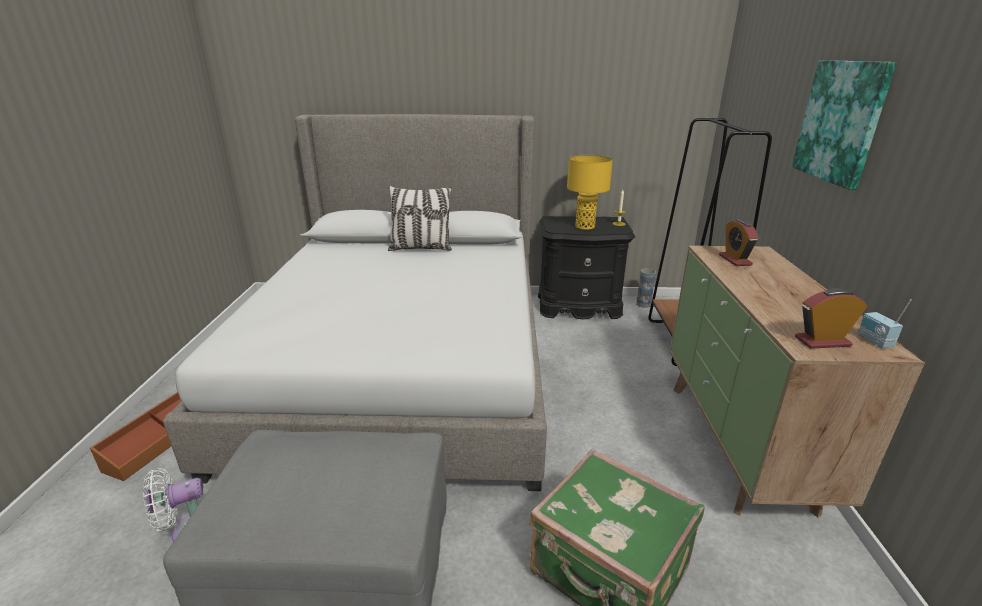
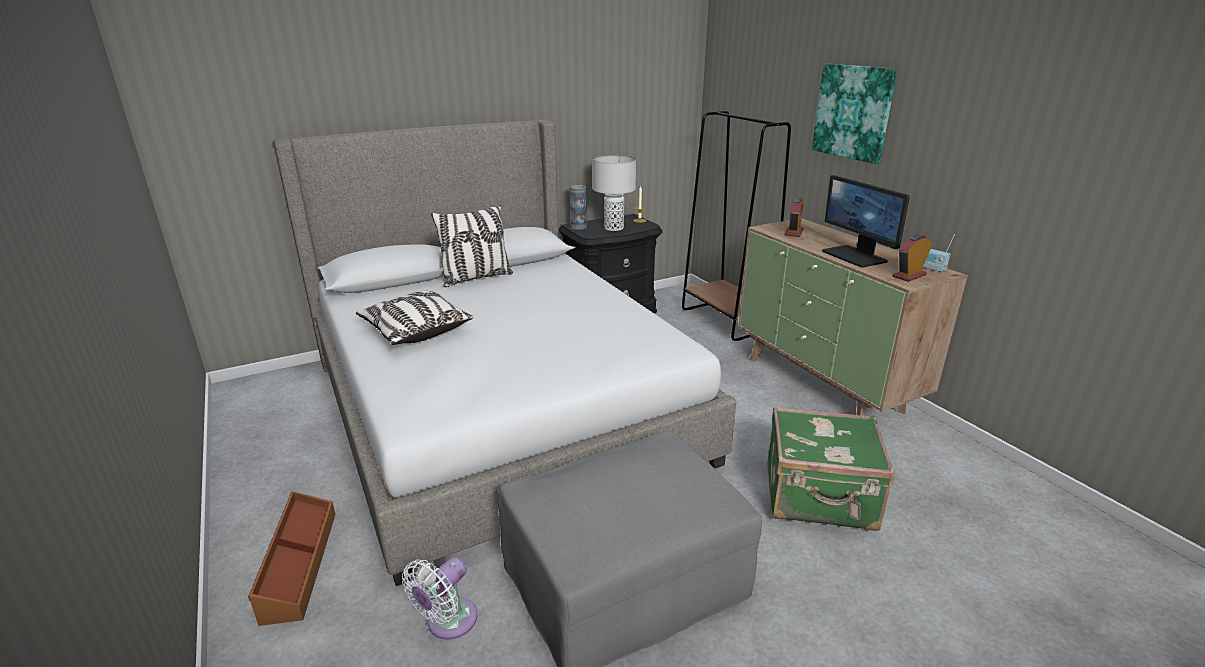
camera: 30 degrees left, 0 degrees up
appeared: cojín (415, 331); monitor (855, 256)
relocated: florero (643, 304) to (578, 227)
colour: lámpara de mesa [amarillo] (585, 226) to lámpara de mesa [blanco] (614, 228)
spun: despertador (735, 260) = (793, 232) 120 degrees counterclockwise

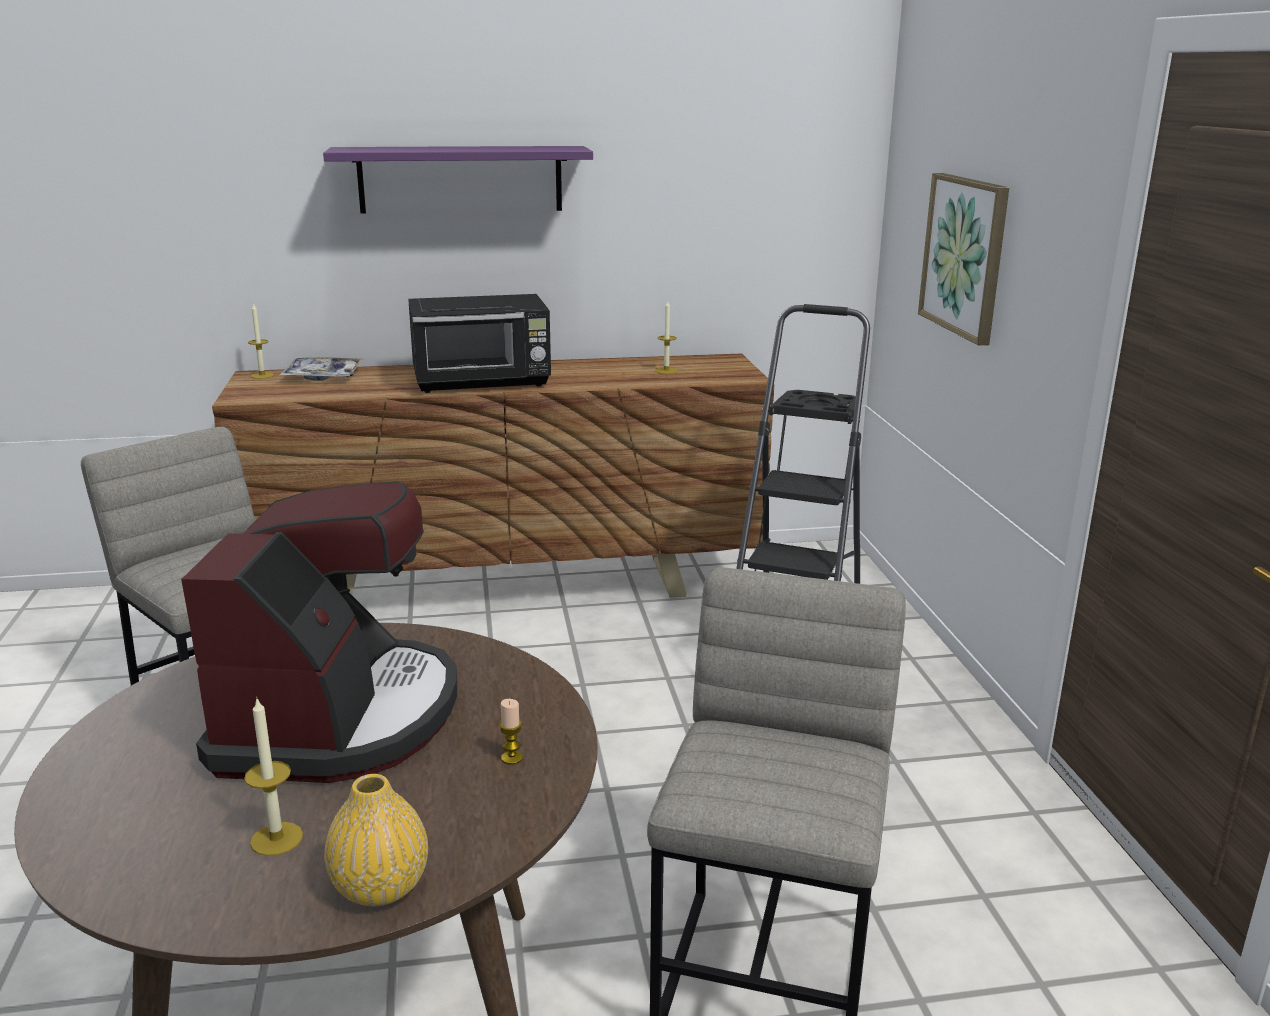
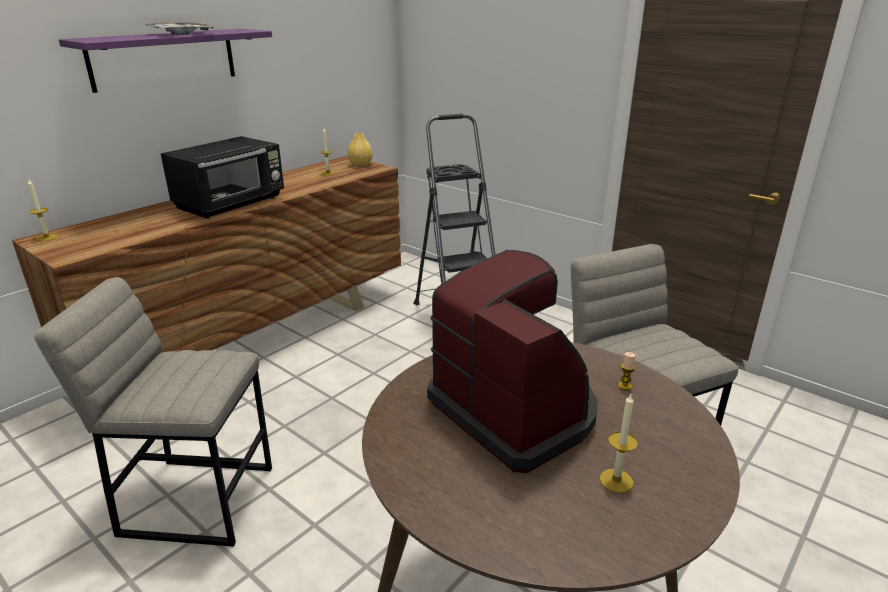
camera: 40 degrees left, 5 degrees up
missing: cuadro (965, 255)
relocated: bandeja (323, 376) to (182, 34); florero [amarillo] (380, 887) to (360, 165)

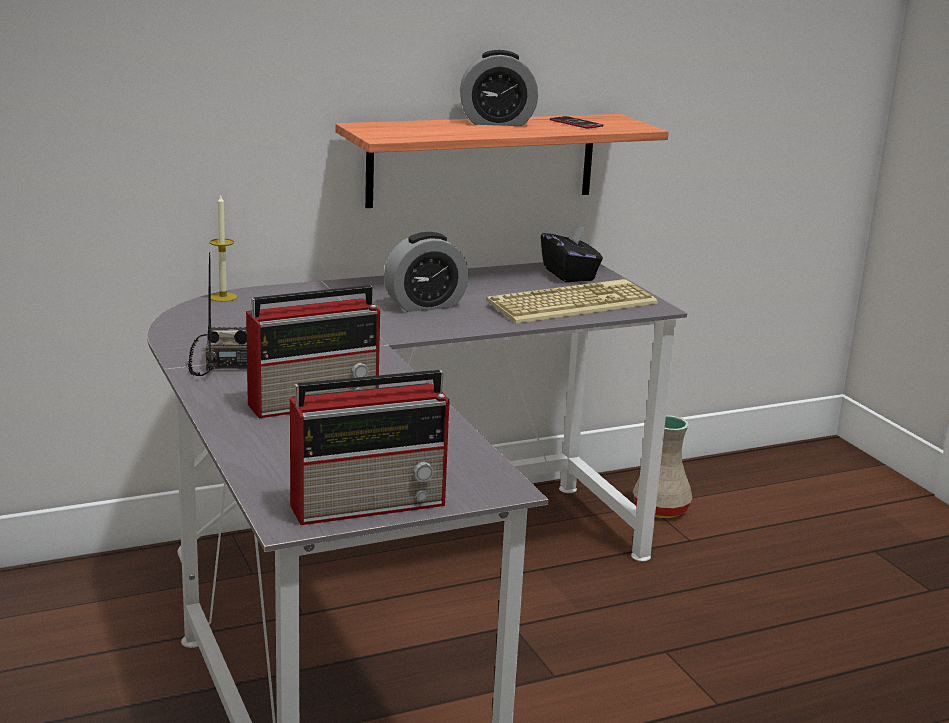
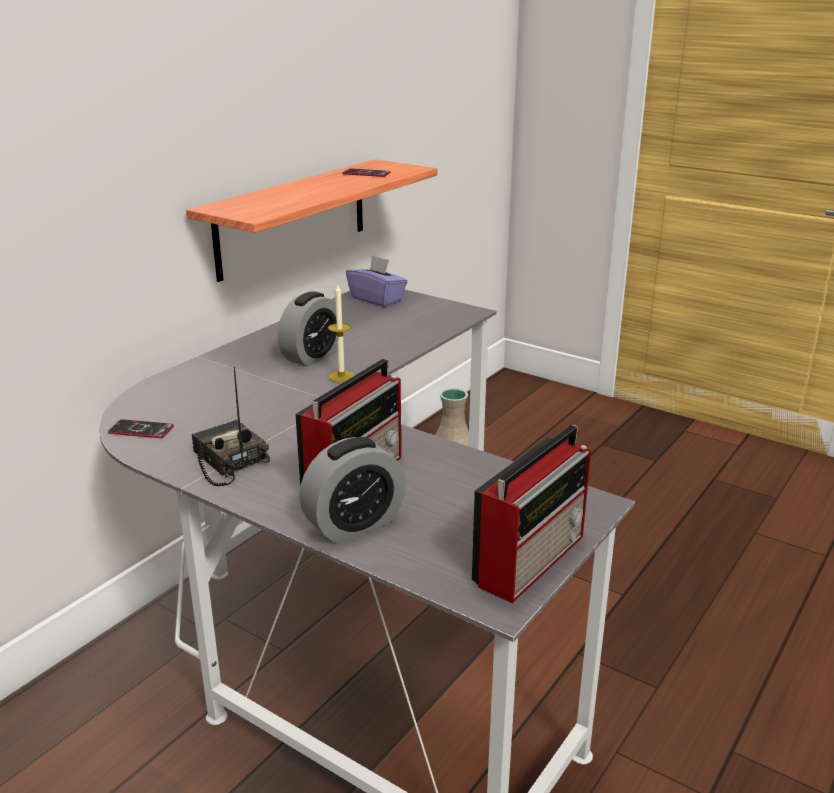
camera: 30 degrees left, 5 degrees up
missing: teclado (572, 303)
appeared: móvil (141, 430)
relocated: despertador (497, 123) to (354, 524); vela (223, 297) to (341, 376)
colour: caja de pañuelos [negro] (569, 274) to caja de pañuelos [morado] (377, 299)

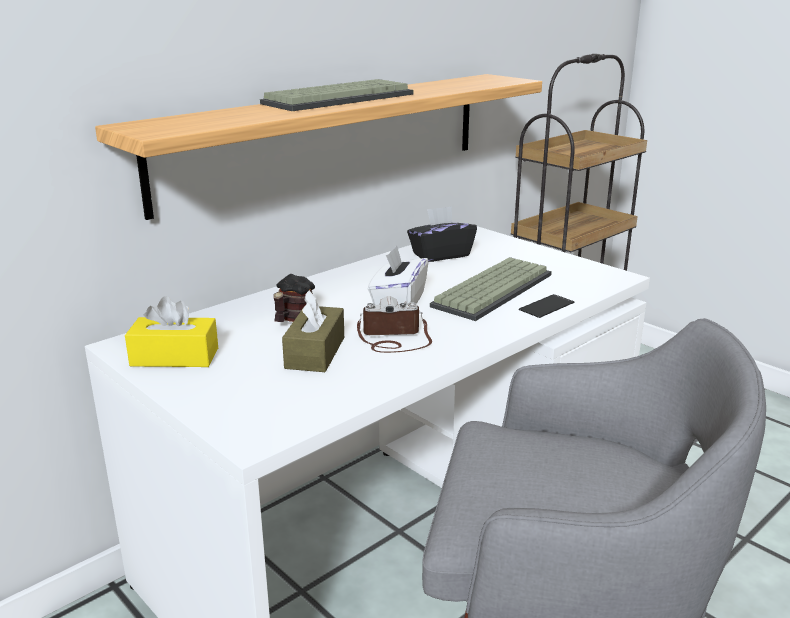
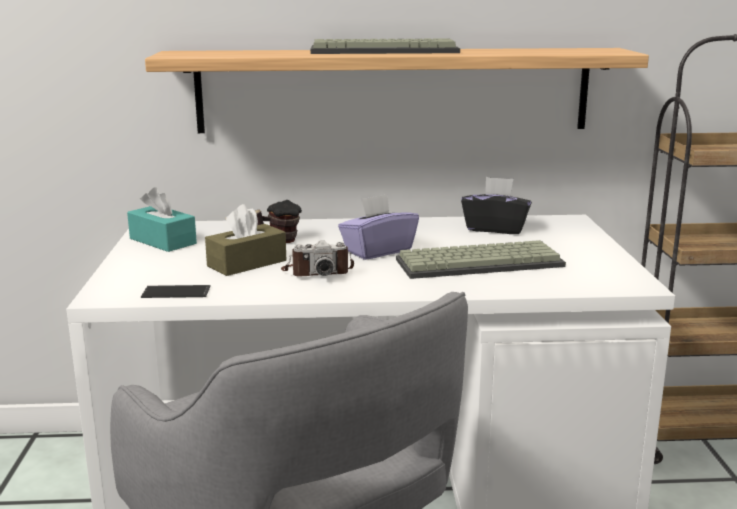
camera: 40 degrees right, 5 degrees down
relocated: móvil (546, 306) to (176, 292)
colour: caja de pañuelos [amarillo] (174, 357) to caja de pañuelos [turquesa] (163, 241); caja de pañuelos [blanco] (398, 303) to caja de pañuelos [morado] (378, 251)
spun: cámara (394, 340) = (317, 272) 135 degrees clockwise

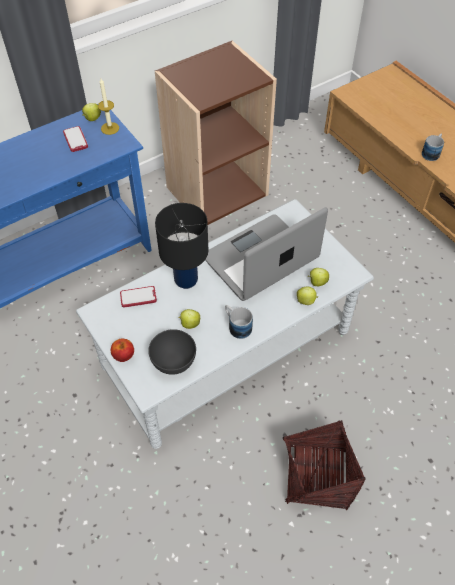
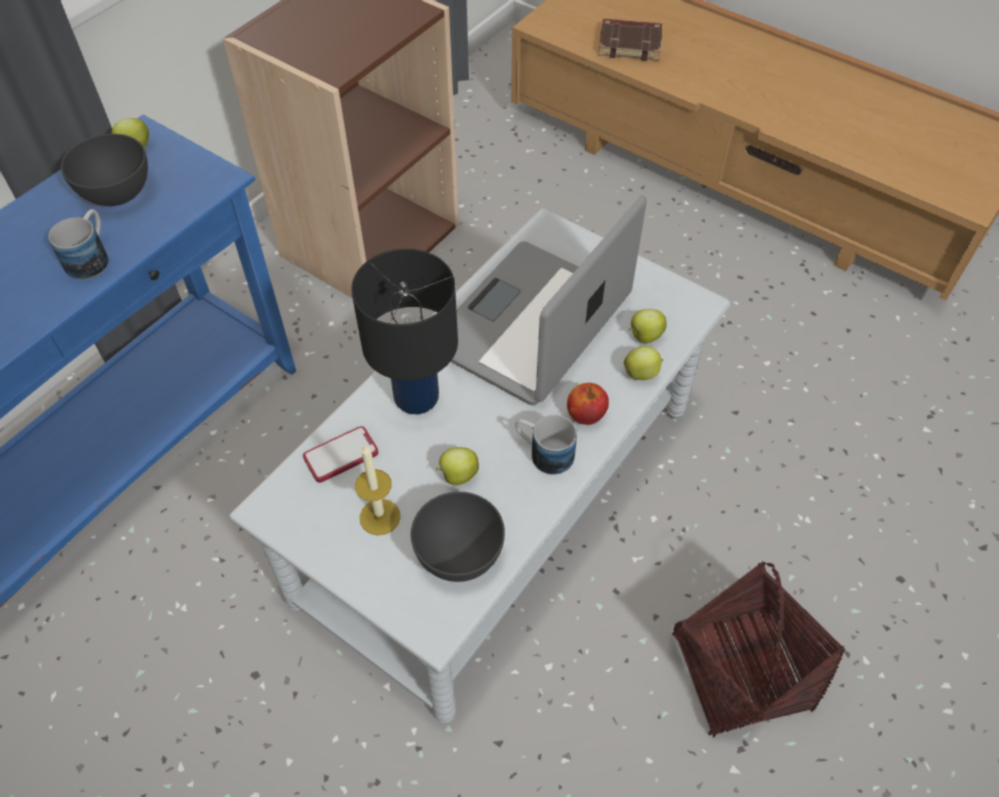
camera: 20 degrees left, 0 degrees up
appeared: libro [marrón] (630, 44)
relocated: taza grande (432, 152) to (92, 257); vela (110, 128) to (380, 517); manzana (123, 356) to (585, 415)
exchanged: móvil (75, 140) to cuenco [gris] (117, 194)

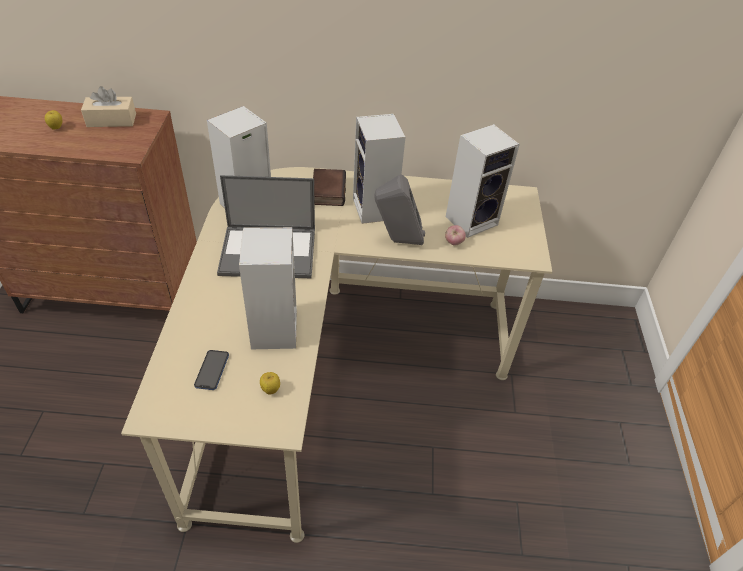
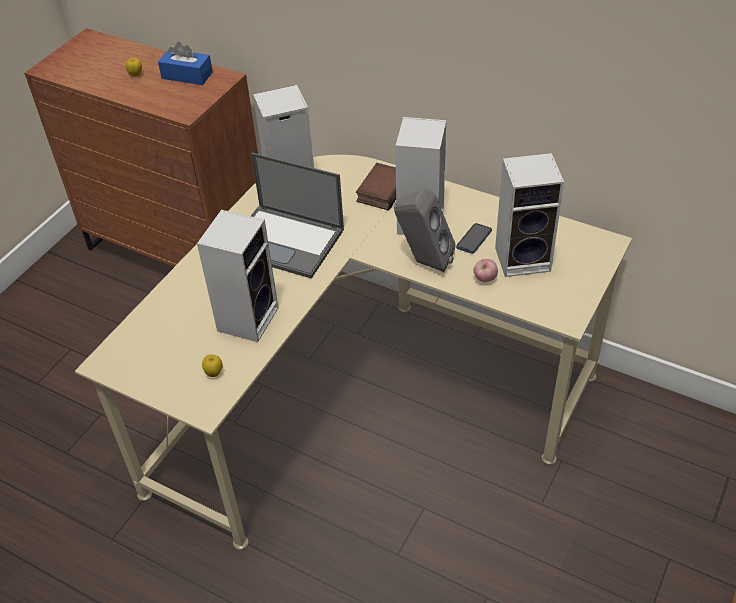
camera: 30 degrees right, 0 degrees up
relocated: móvil (212, 370) to (474, 239)
colour: caja de pañuelos [beis] (111, 120) to caja de pañuelos [azul] (187, 75)

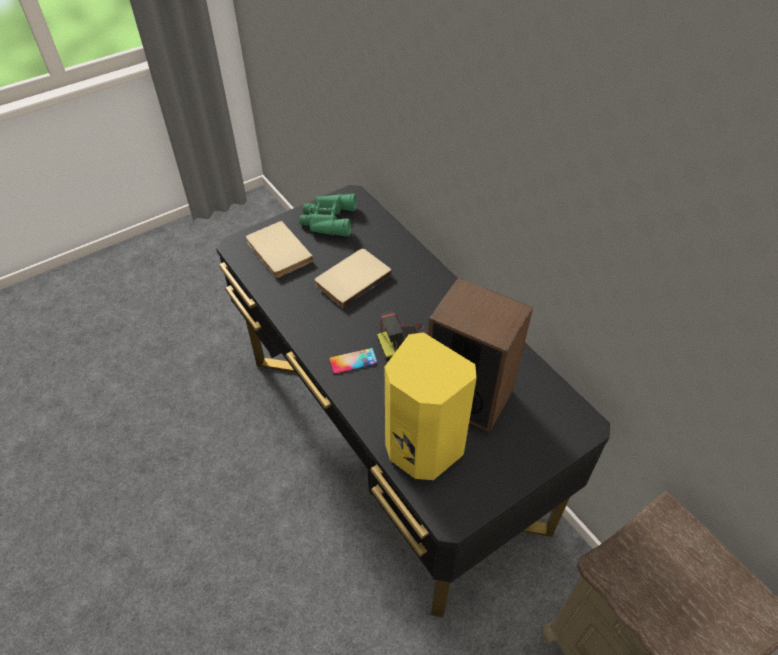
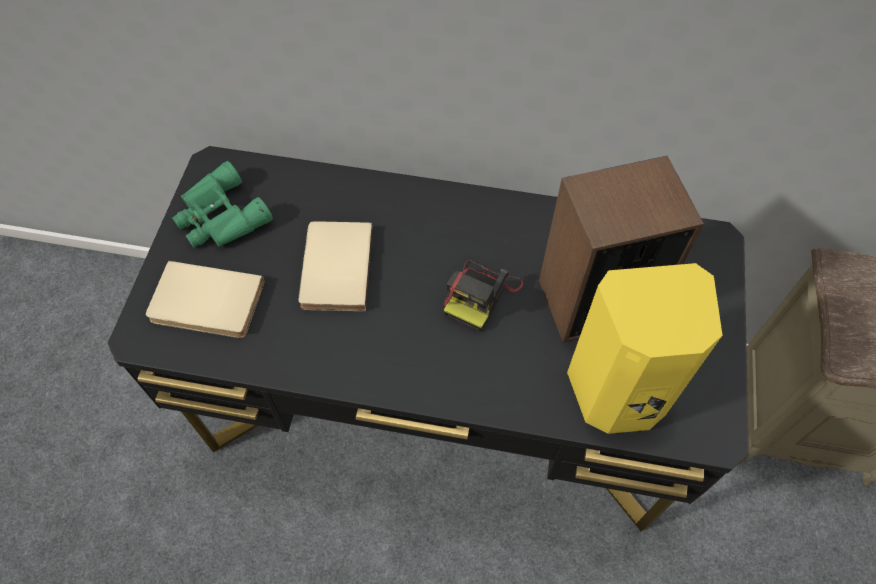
camera: 45 degrees left, 10 degrees up
missing: móvil (353, 361)

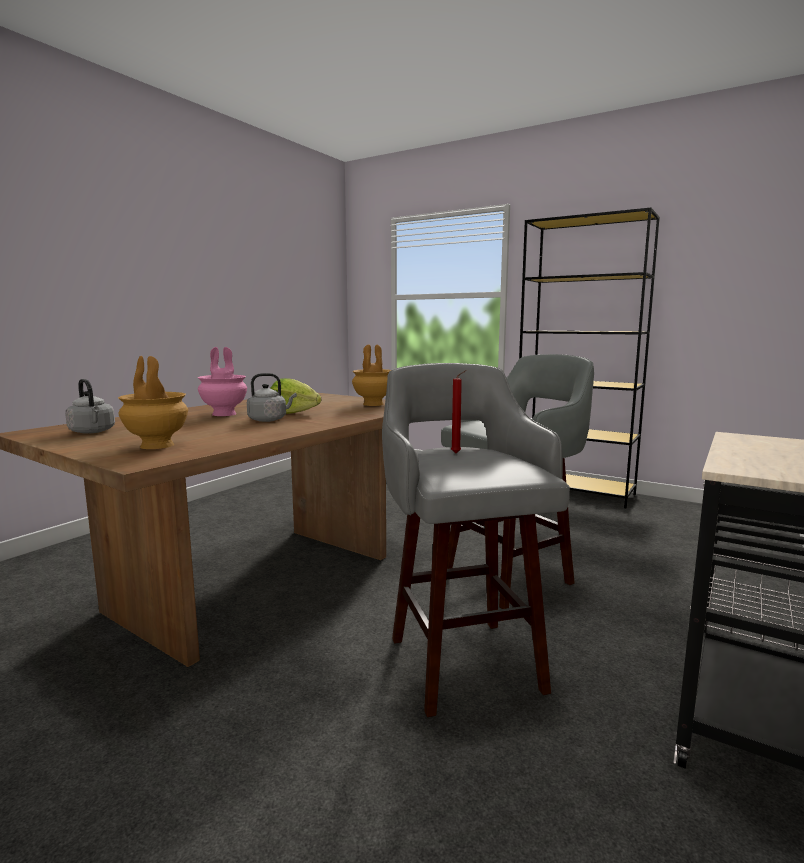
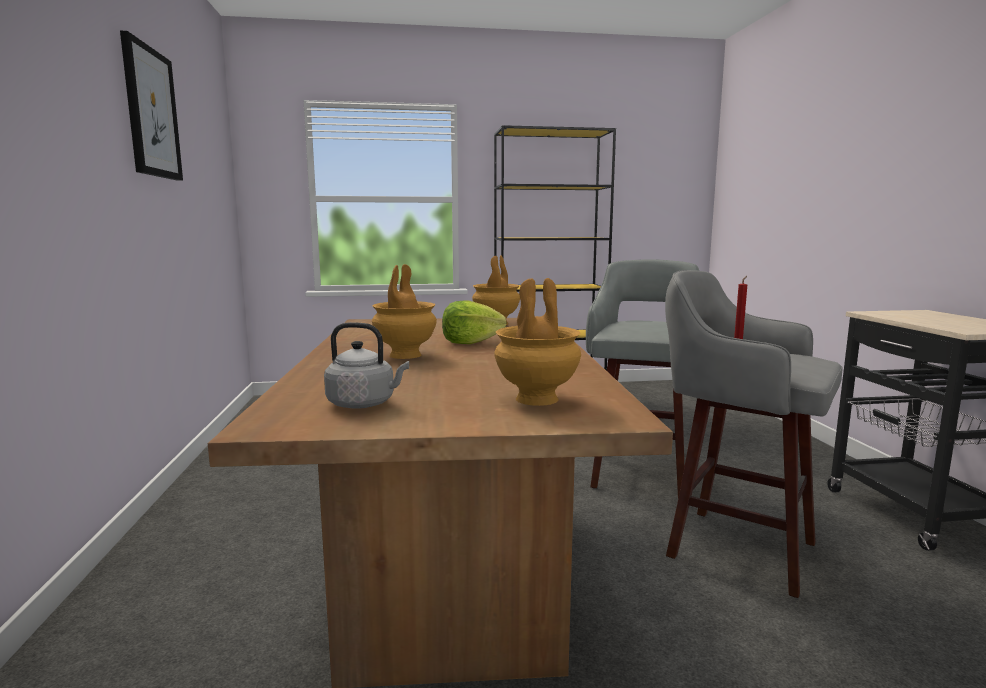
camera: 40 degrees left, 0 degrees up
missing: hervidor [gris] (269, 420)
appeared: cuadro (151, 113)
colour: florero [rosa] (225, 414) to florero [marrón] (405, 355)

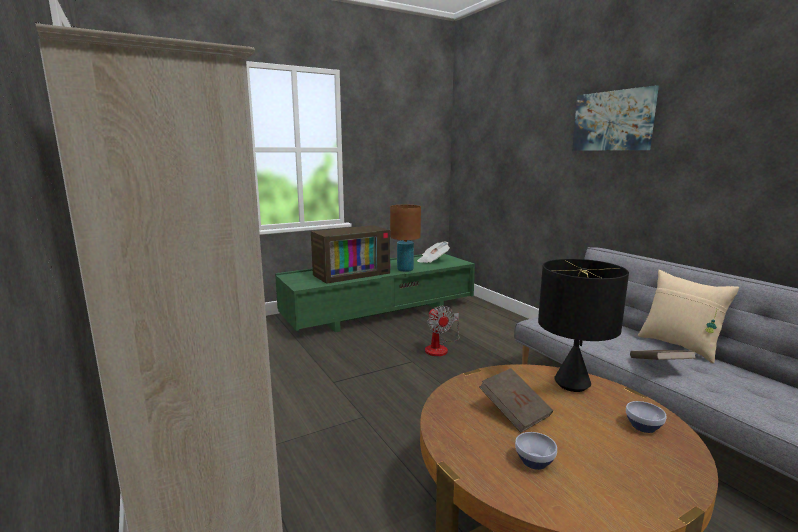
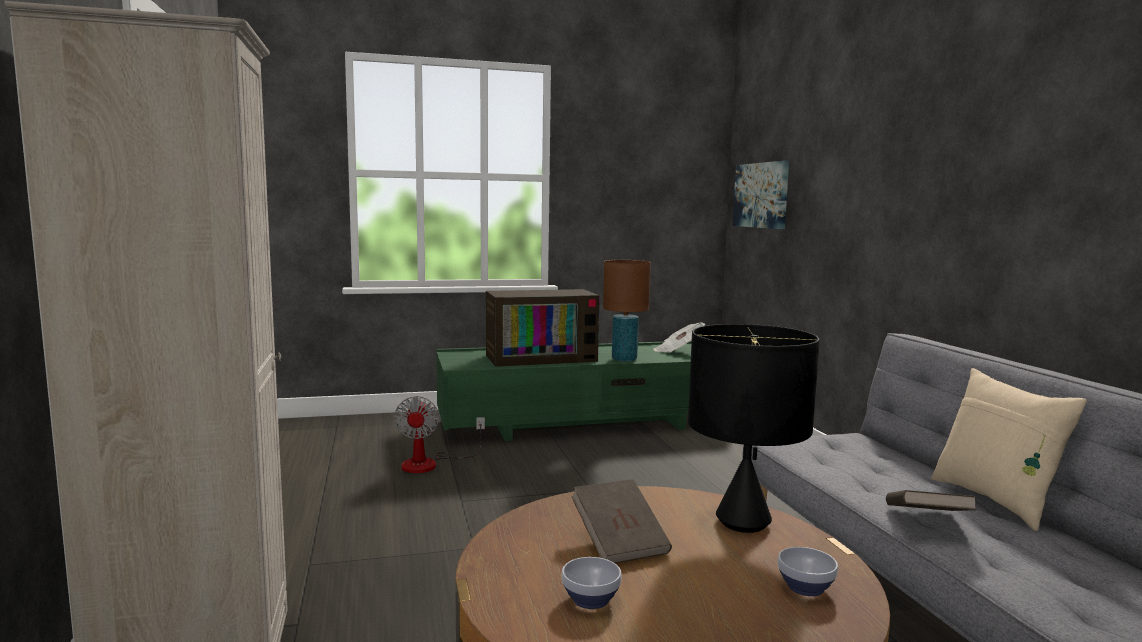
camera: 15 degrees right, 5 degrees down
relocated: ventilador (440, 348) to (430, 463); cuadro (613, 121) to (761, 195)

